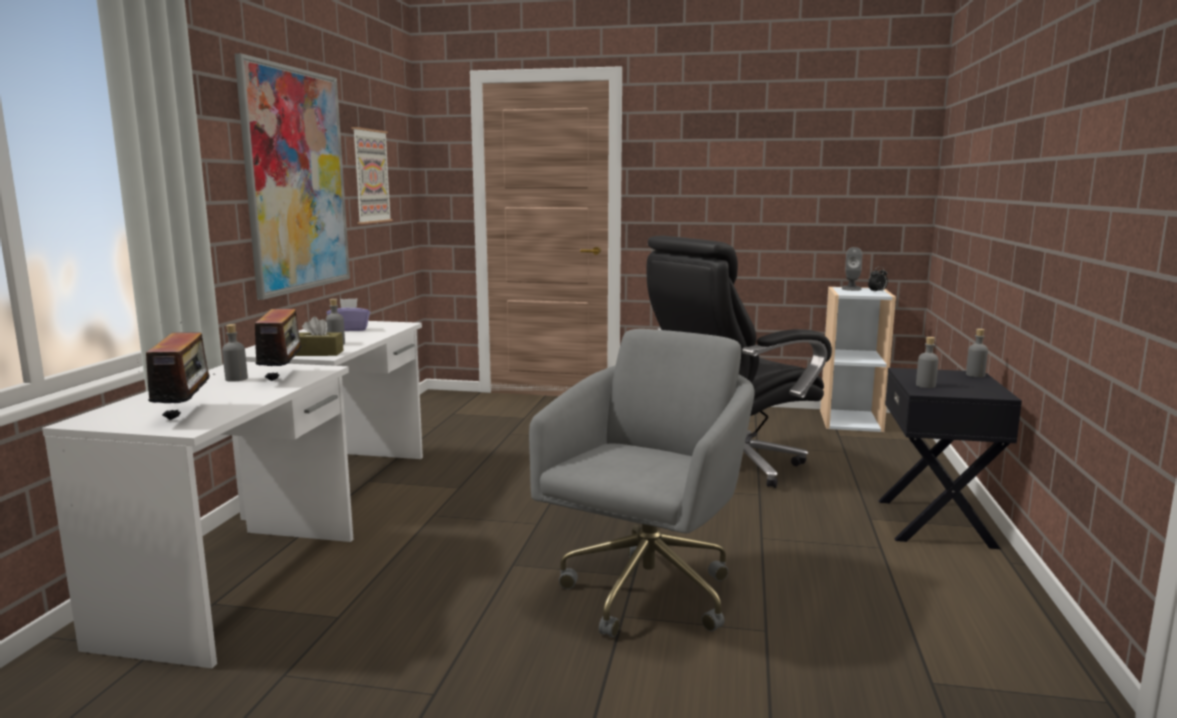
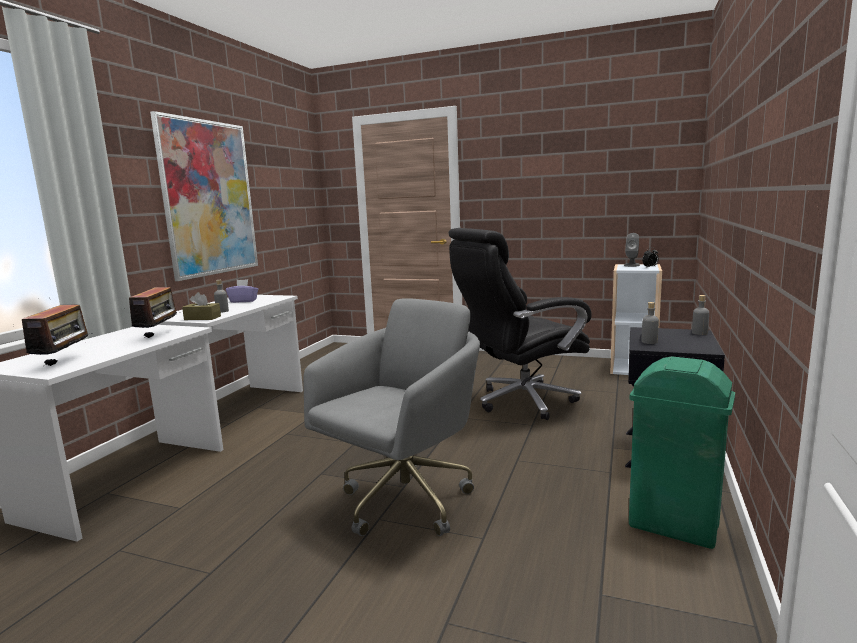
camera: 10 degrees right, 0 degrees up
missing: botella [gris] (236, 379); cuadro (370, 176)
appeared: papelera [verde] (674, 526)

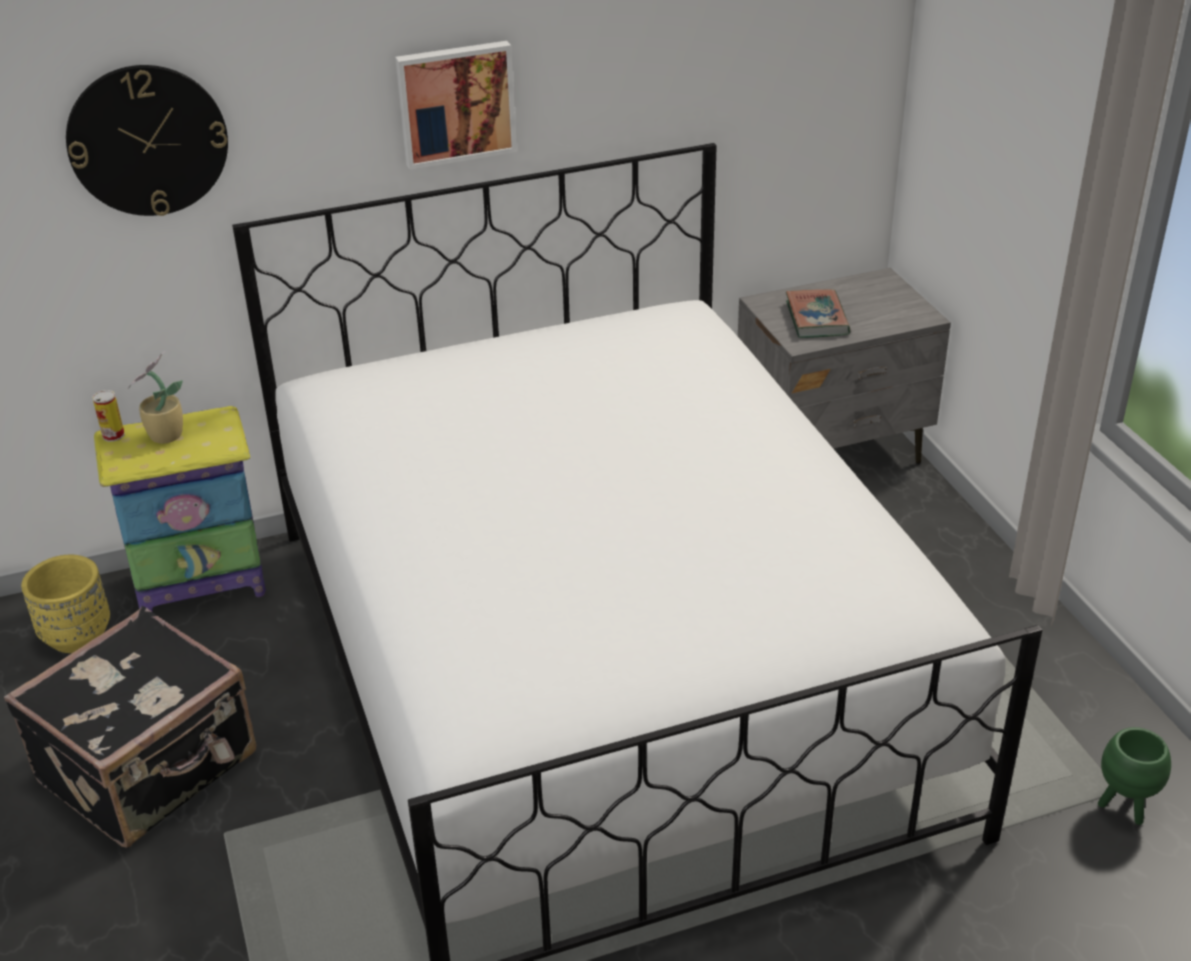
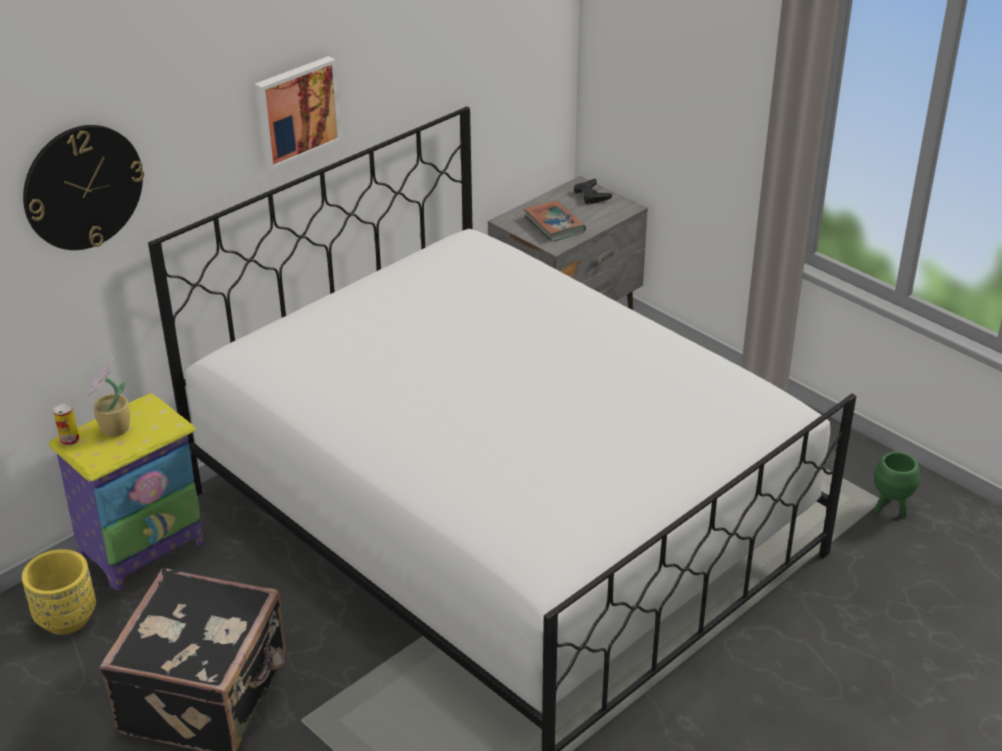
camera: 25 degrees left, 0 degrees up
appeared: mando de consola [negro] (591, 195)

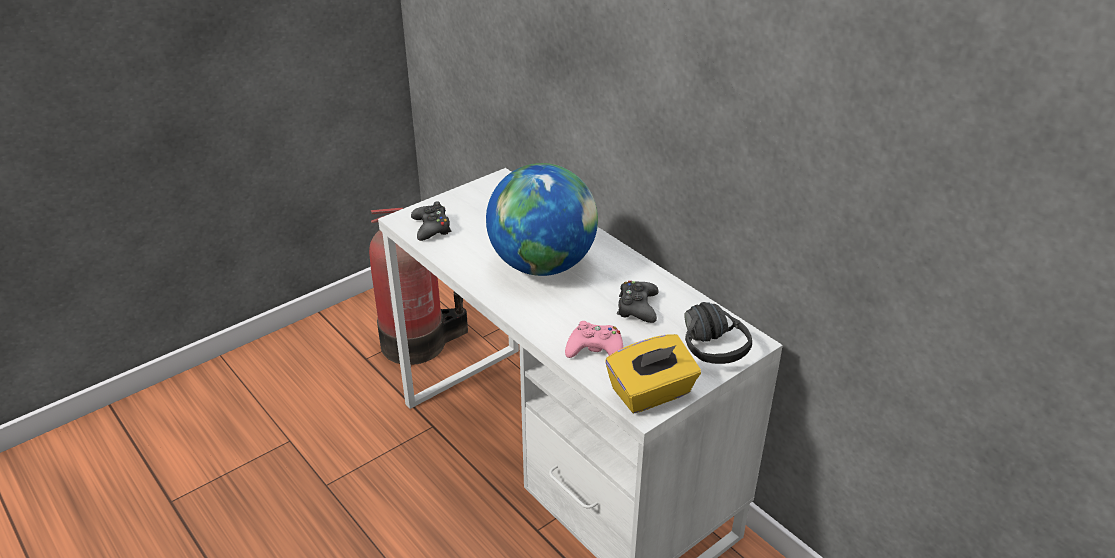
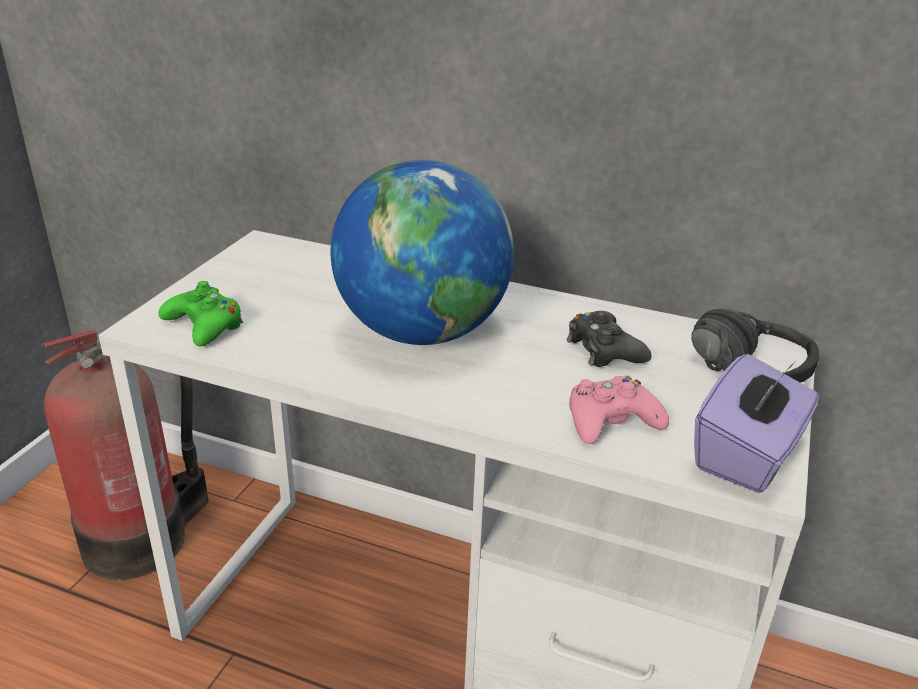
camera: 30 degrees left, 5 degrees down
colour: mando de consola [negro] (431, 228) to mando de consola [verde] (204, 326); caja de pañuelos [amarillo] (651, 393) to caja de pañuelos [morado] (748, 455)

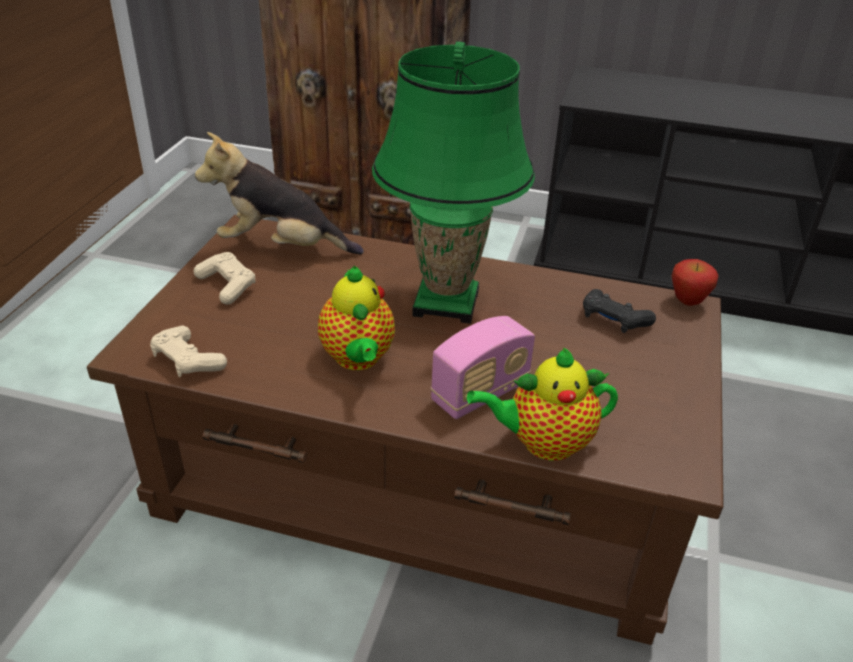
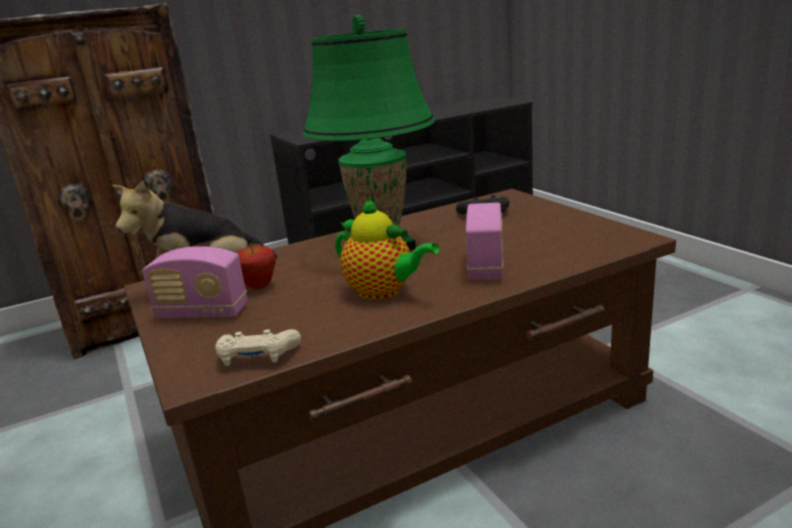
camera: 40 degrees left, 15 degrees down
missing: tetera (543, 443)
relocated: manzana (687, 302) to (259, 287)
exchanged: mando de consola [beis] (227, 285) to radio (202, 313)

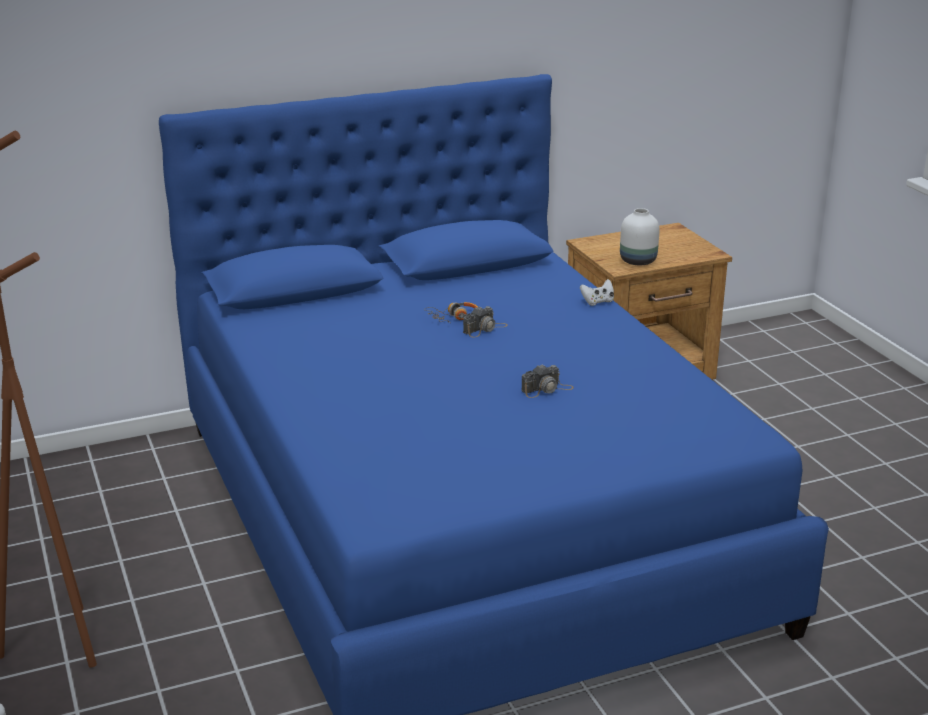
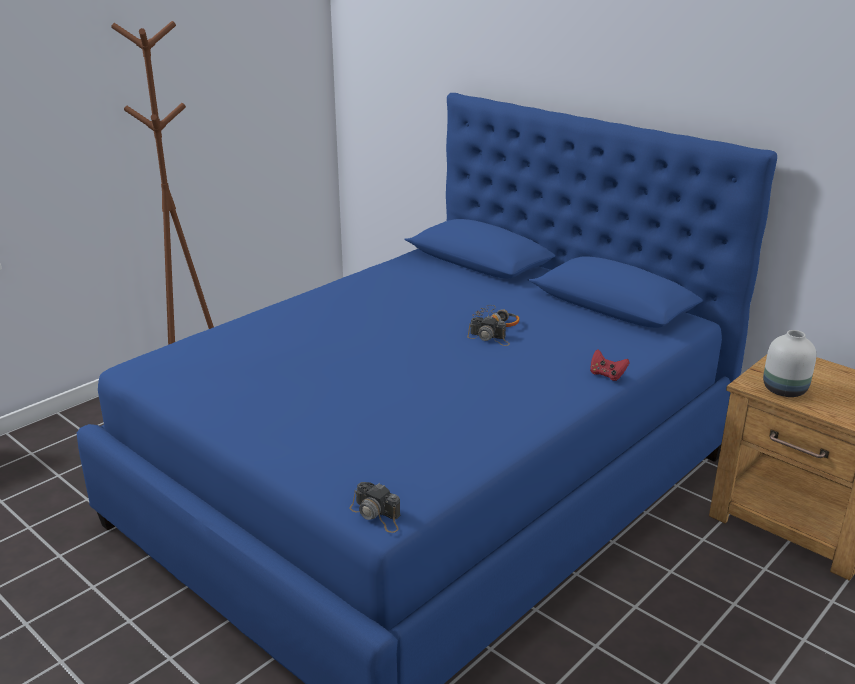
camera: 65 degrees right, 0 degrees up
relocated: cámara (547, 389) to (377, 515)
colour: mando de consola [blanco] (597, 302) to mando de consola [rojo] (607, 375)

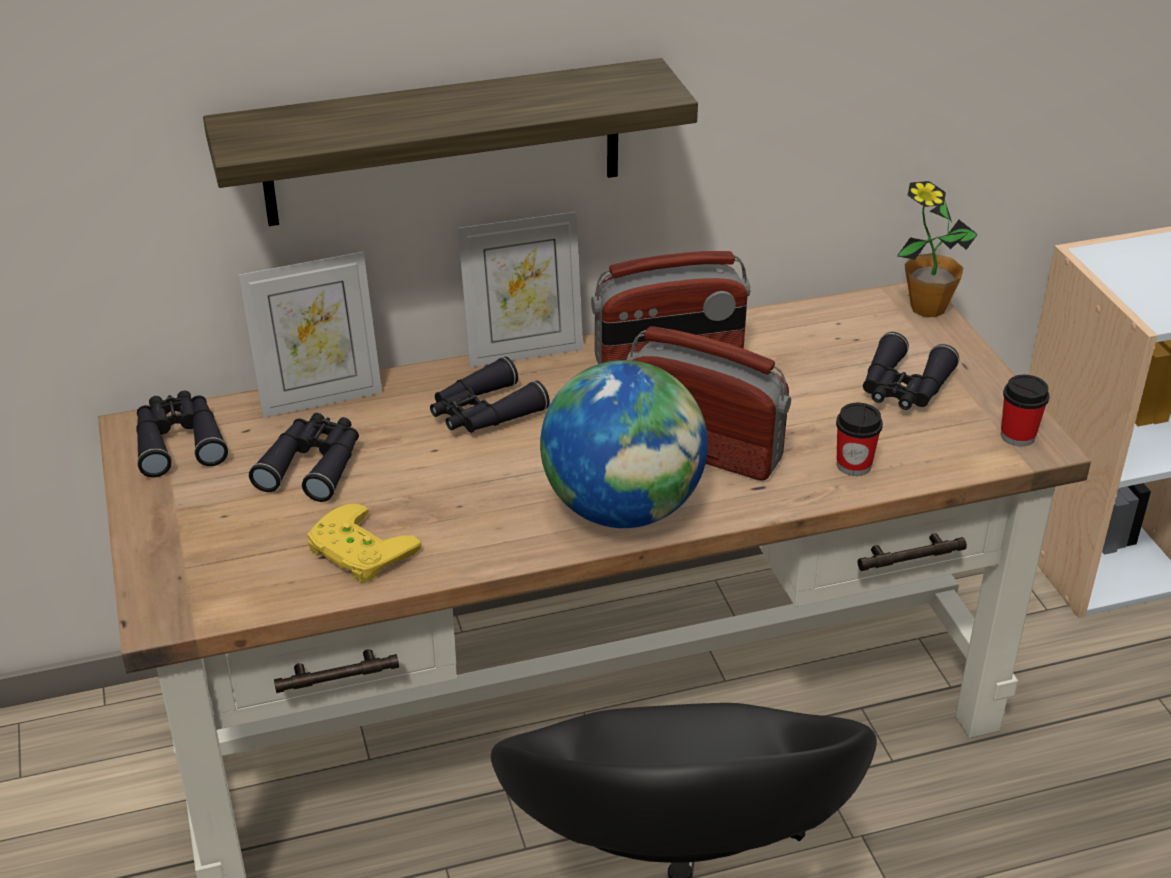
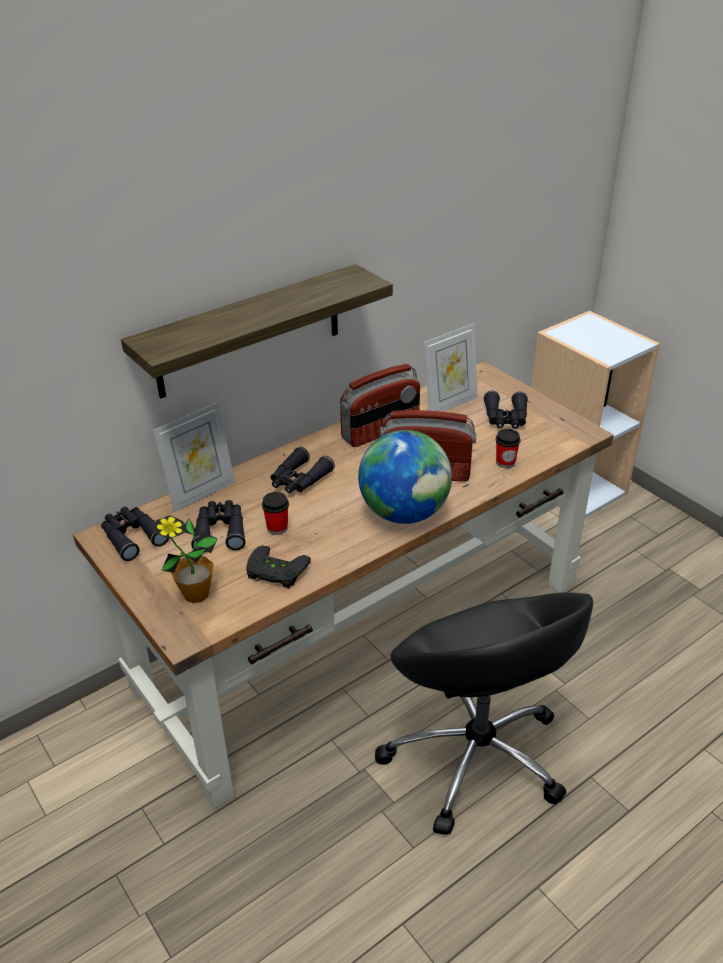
camera: 20 degrees left, 0 degrees up
relocated: planta en maceta (927, 308) to (196, 594); taza (1017, 436) to (277, 528); portarretratos (524, 351) to (449, 404)
colour: mando de consola [amarillo] (356, 552) to mando de consola [negro] (275, 572)

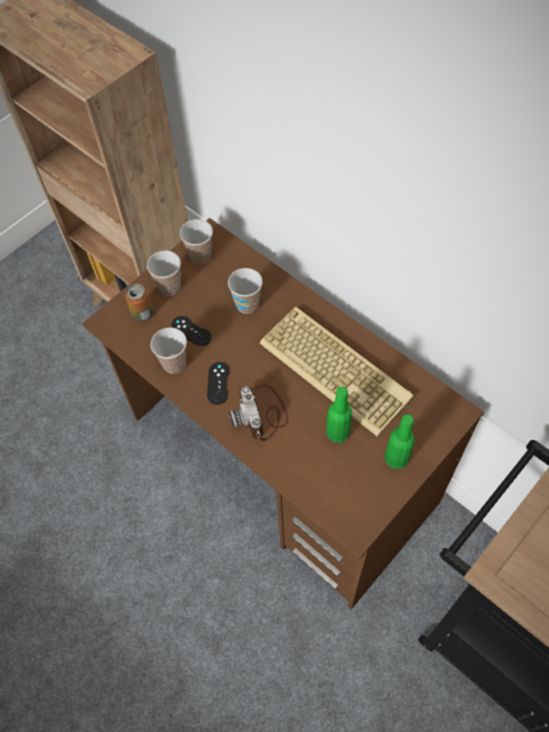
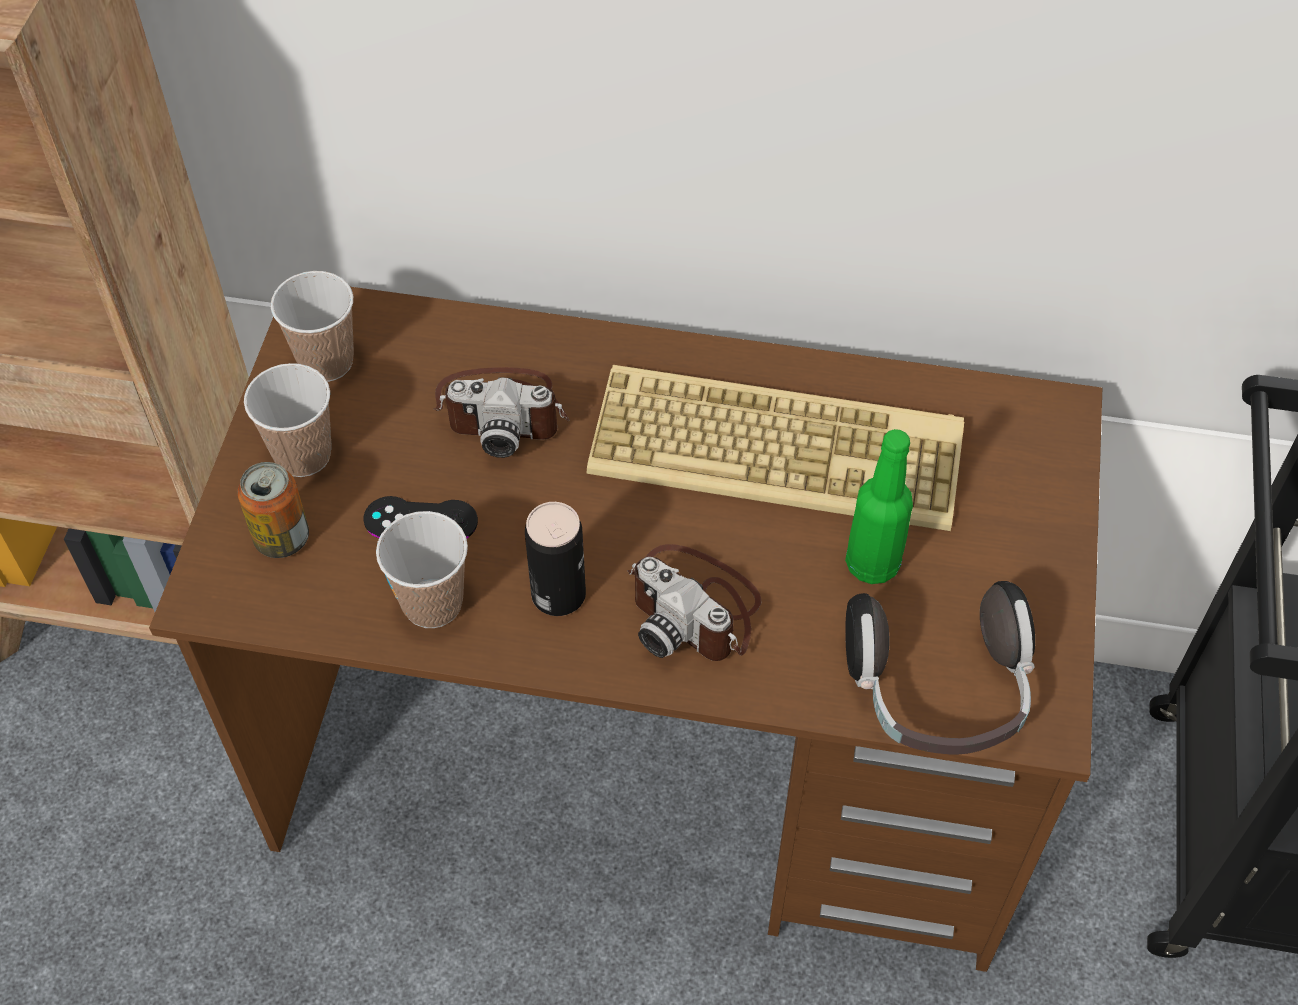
camera: 35 degrees left, 5 degrees down
missing: botella [verde] (396, 459)
appeared: auriculares (938, 693)
exchanged: taza (247, 304) to cámara (503, 411); mando de consola [negro] (218, 383) to lata (558, 594)

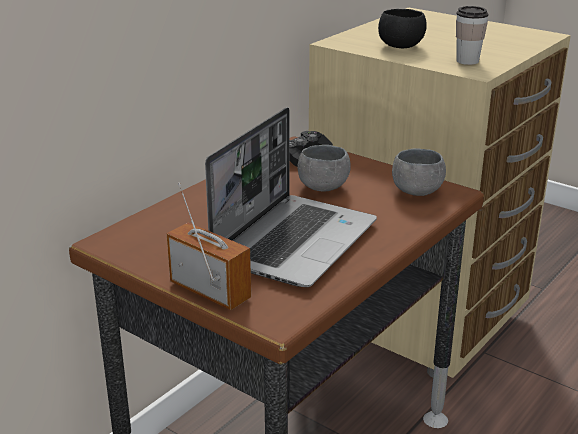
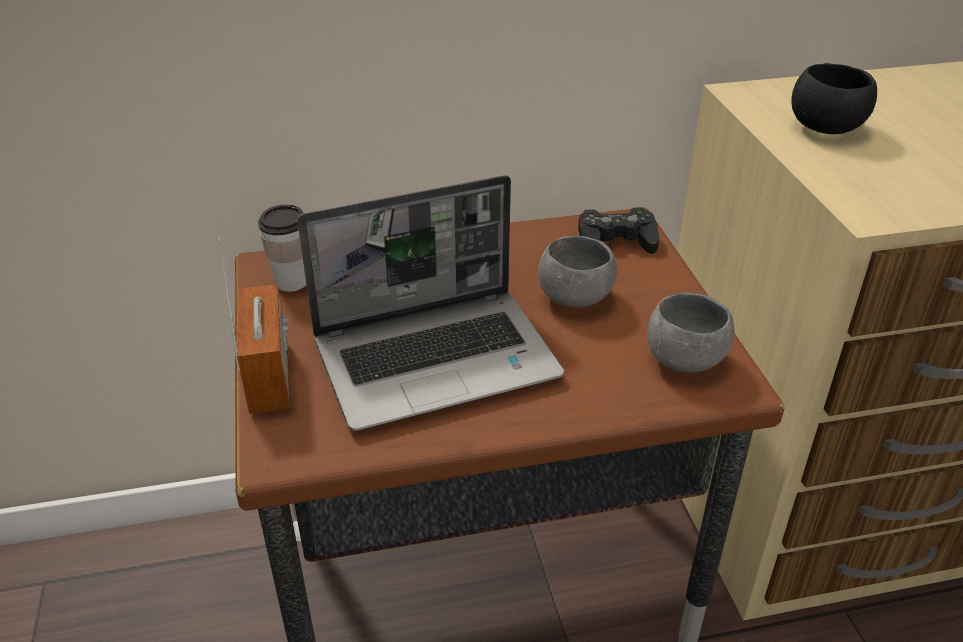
camera: 40 degrees right, 10 degrees up
relocated: taza (467, 61) to (291, 282)

